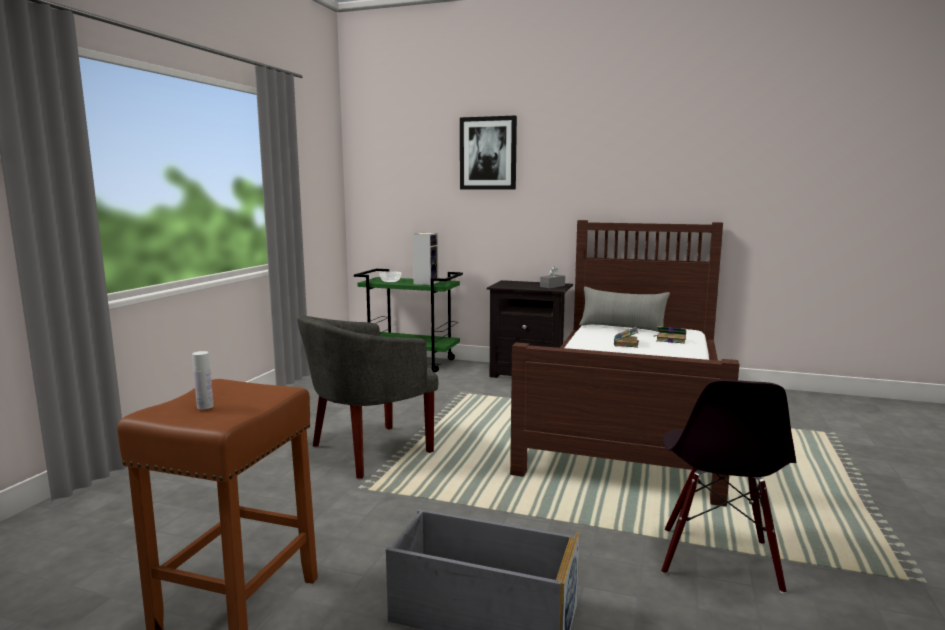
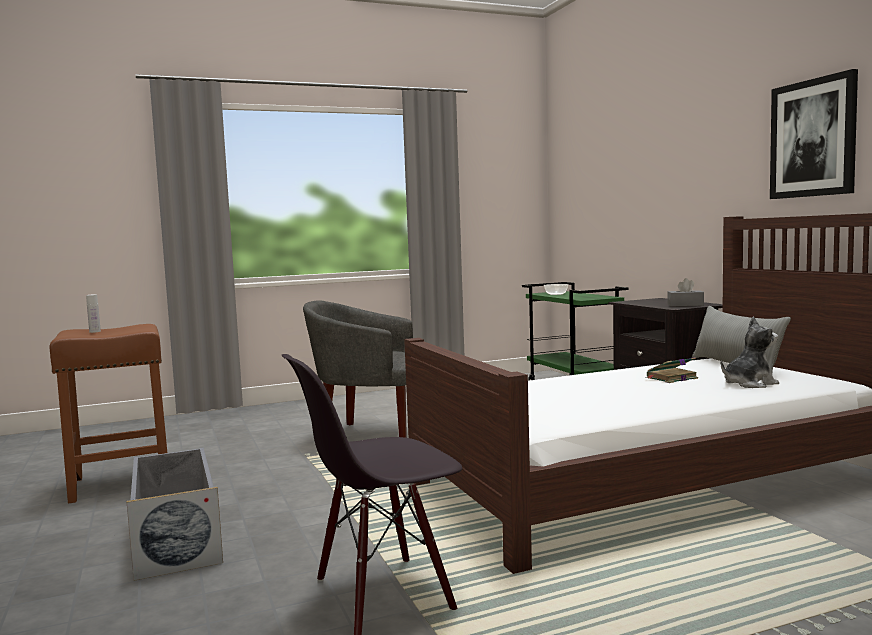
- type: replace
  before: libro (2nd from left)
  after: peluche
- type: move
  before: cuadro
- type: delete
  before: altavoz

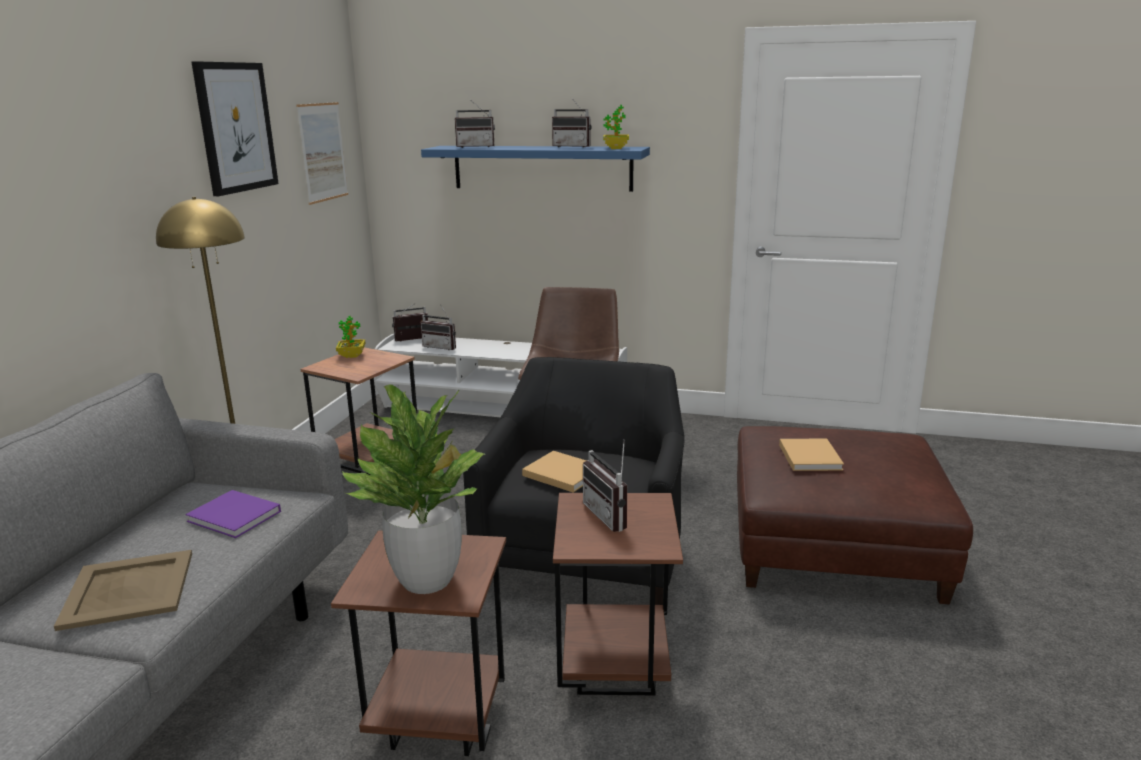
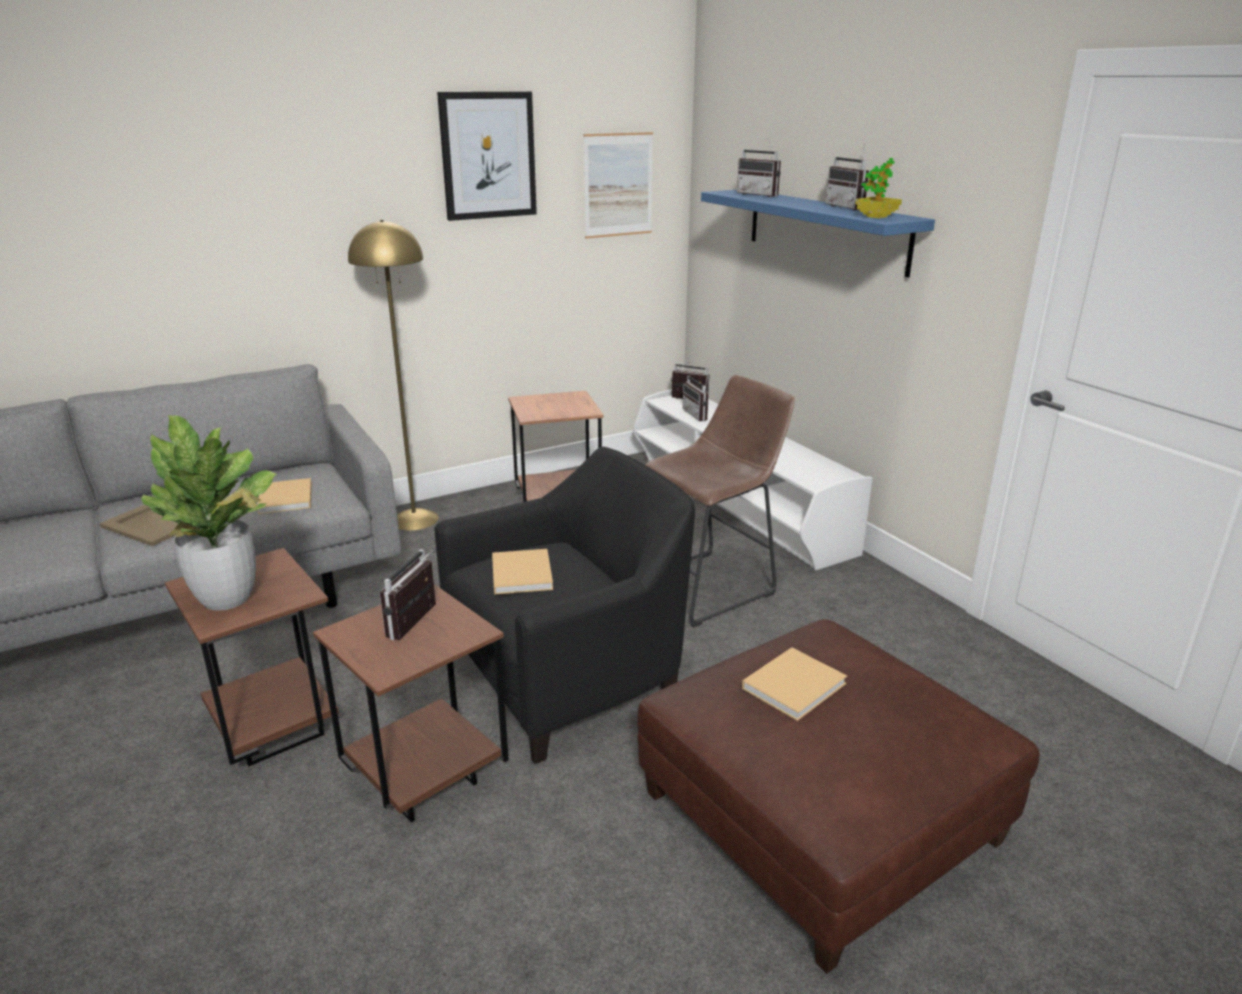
- type: recolor
  before: libro [morado]
  after: libro [beis] (1st from left)
- type: delete
  before: planta en maceta (1st from left)

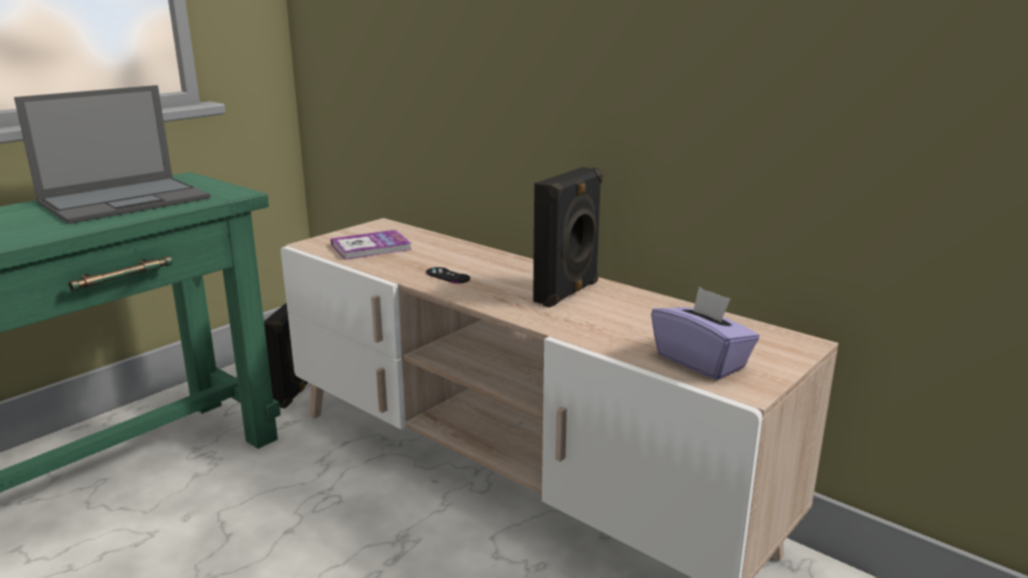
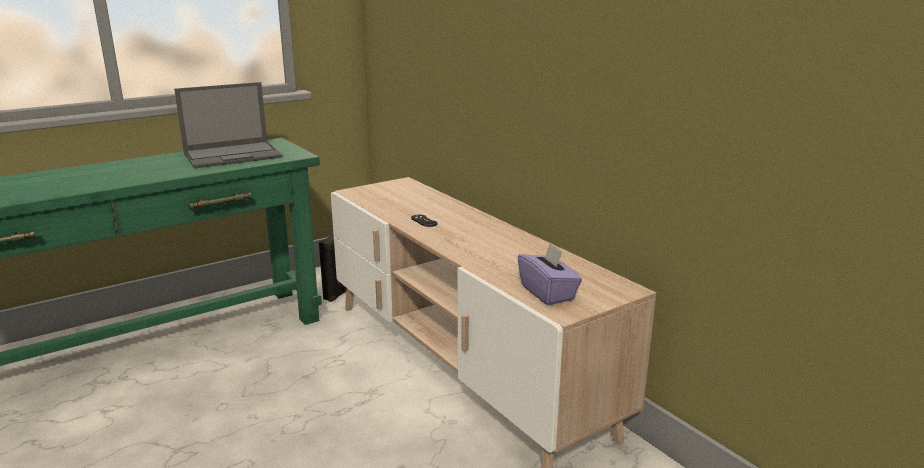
- type: delete
  before: libro
- type: delete
  before: altavoz [negro] (2nd from left)

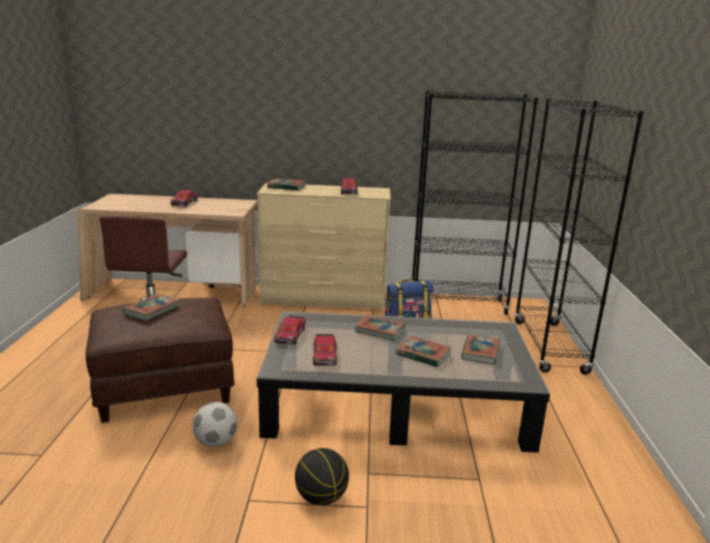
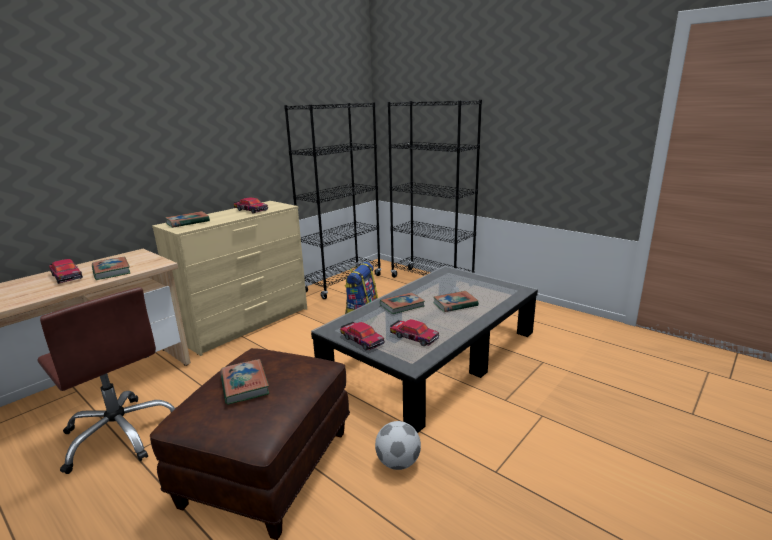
- type: move
  before: libro (5th from left in the first image)
  after: libro (1st from left)
- type: delete
  before: balón de baloncesto

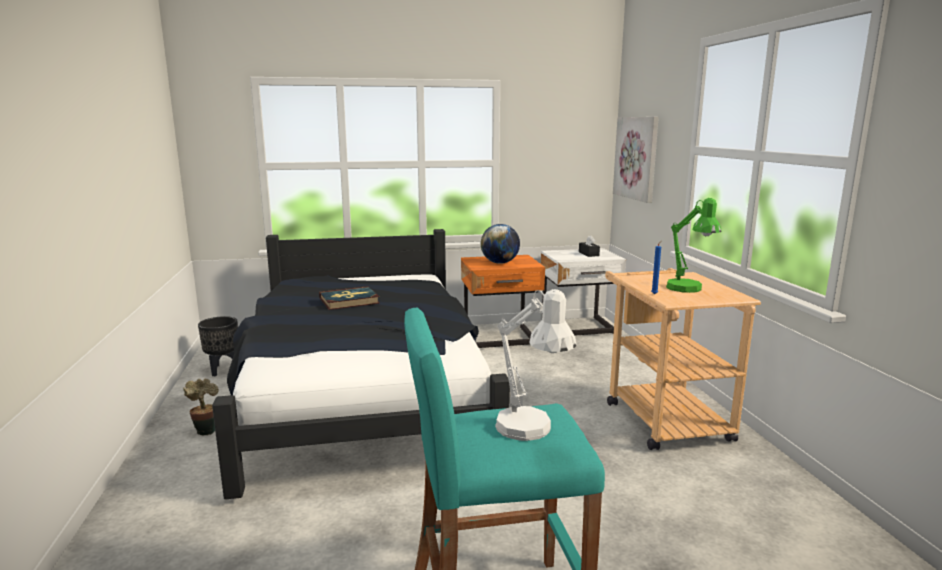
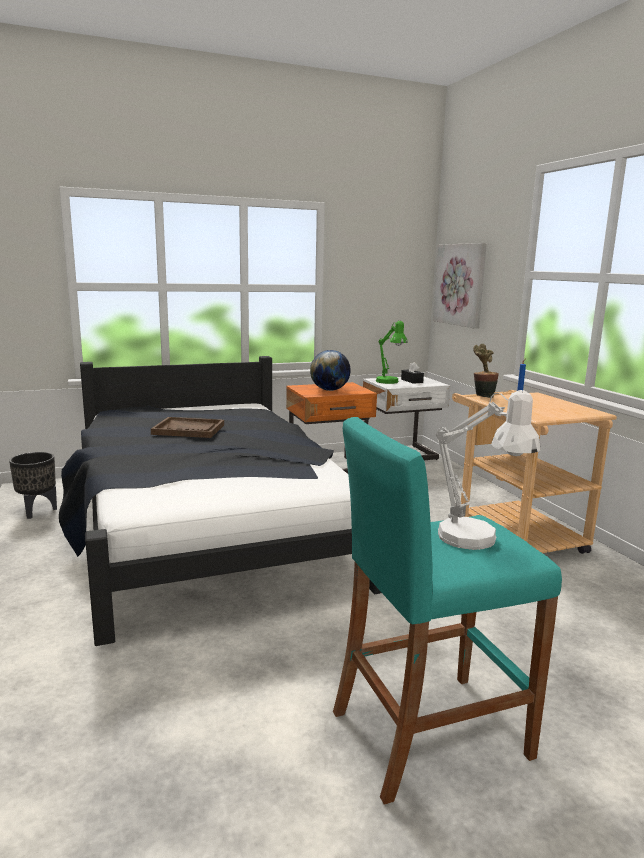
- type: replace
  before: libro
  after: bandeja [marrón]
- type: move
  before: lámpara de mesa [verde]
- type: move
  before: planta en maceta

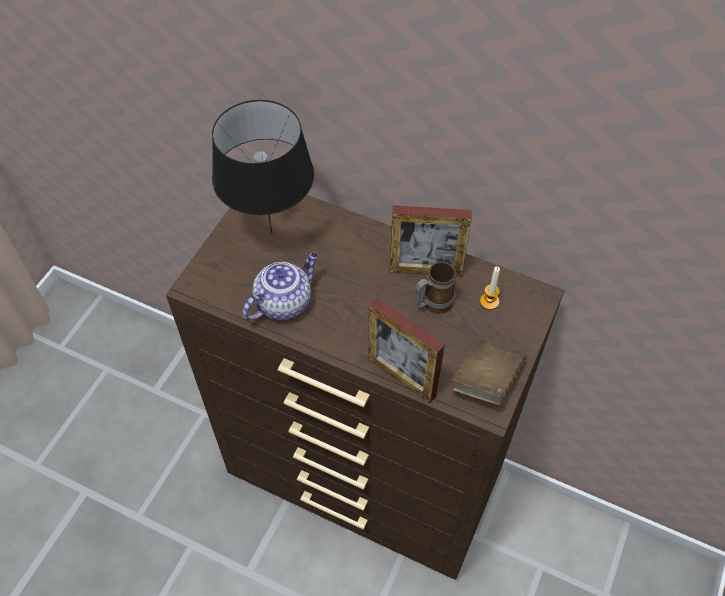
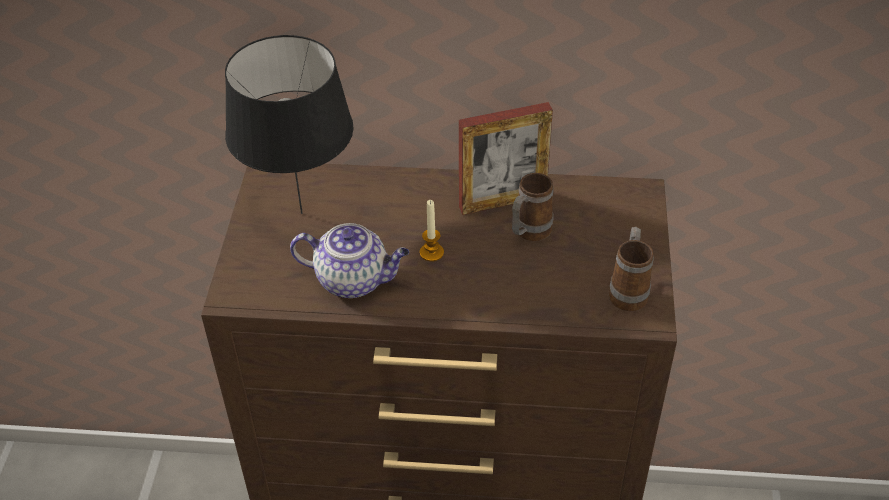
- type: rotate
  before: tetera
  turn: 75
- type: move
  before: vela
- type: replace
  before: libro [marrón]
  after: taza grande (2nd from left)
- type: delete
  before: portarretratos (1st from left)

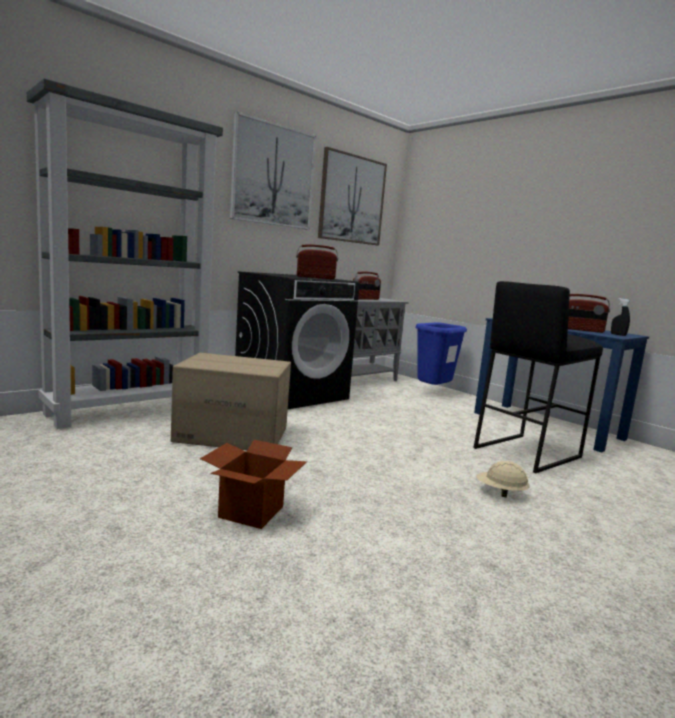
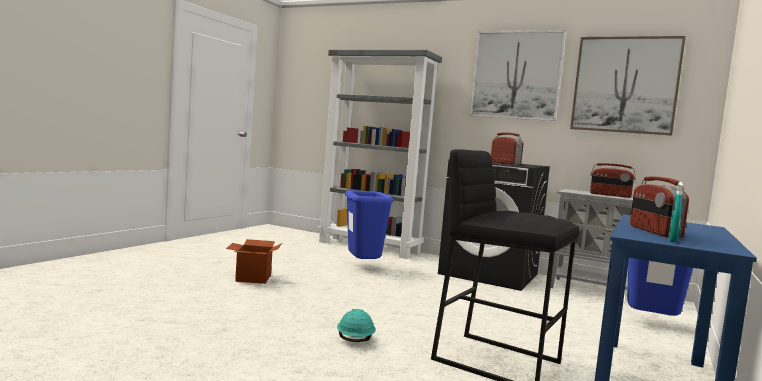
- type: recolor
  before: casco [beis]
  after: casco [turquesa]
- type: replace
  before: caja de cartón (1st from left)
  after: papelera [azul] (1st from left)
- type: recolor
  before: pulverizador [negro]
  after: pulverizador [turquesa]

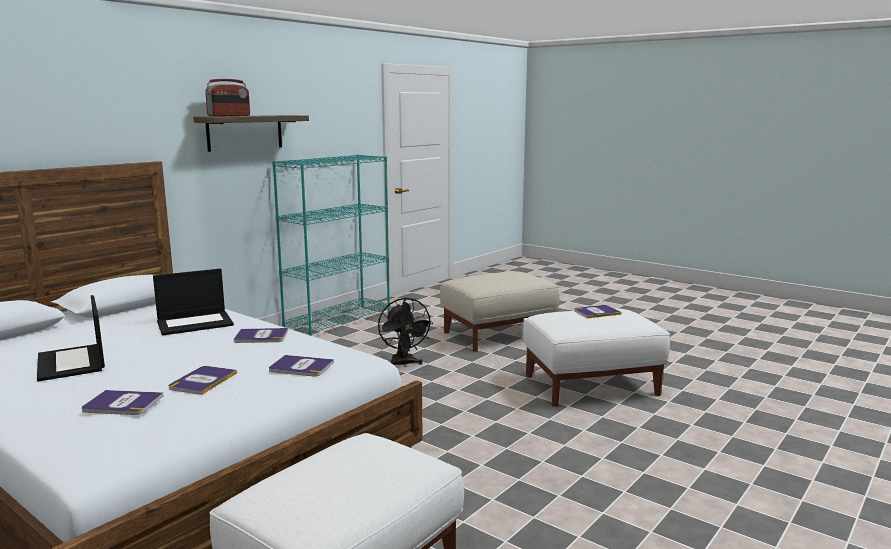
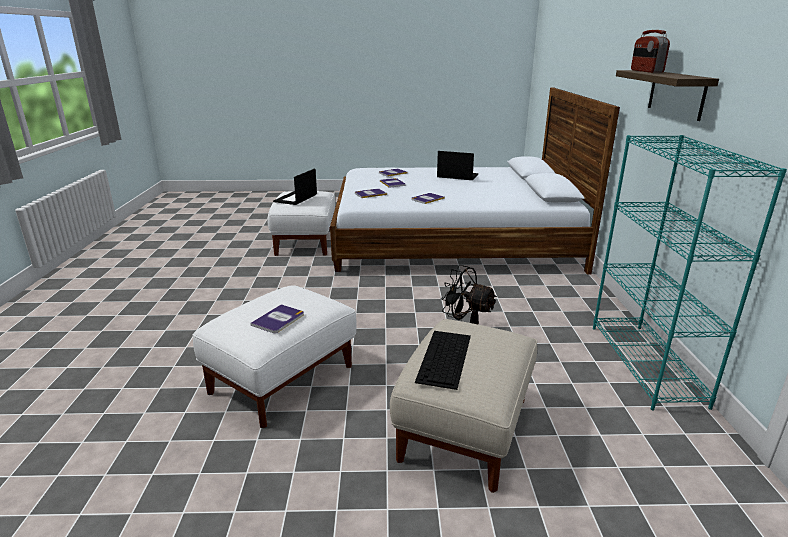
- type: move
  before: portátil (2nd from left in the first image)
  after: portátil (1st from left)
- type: insert
  after: teclado

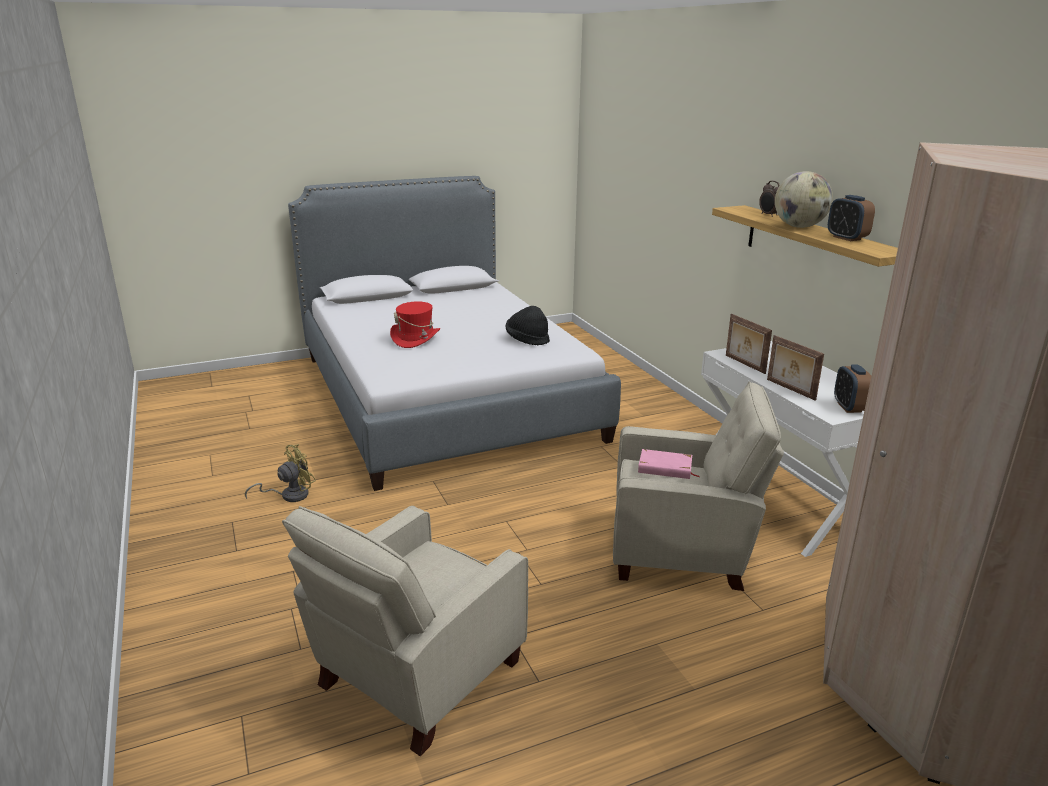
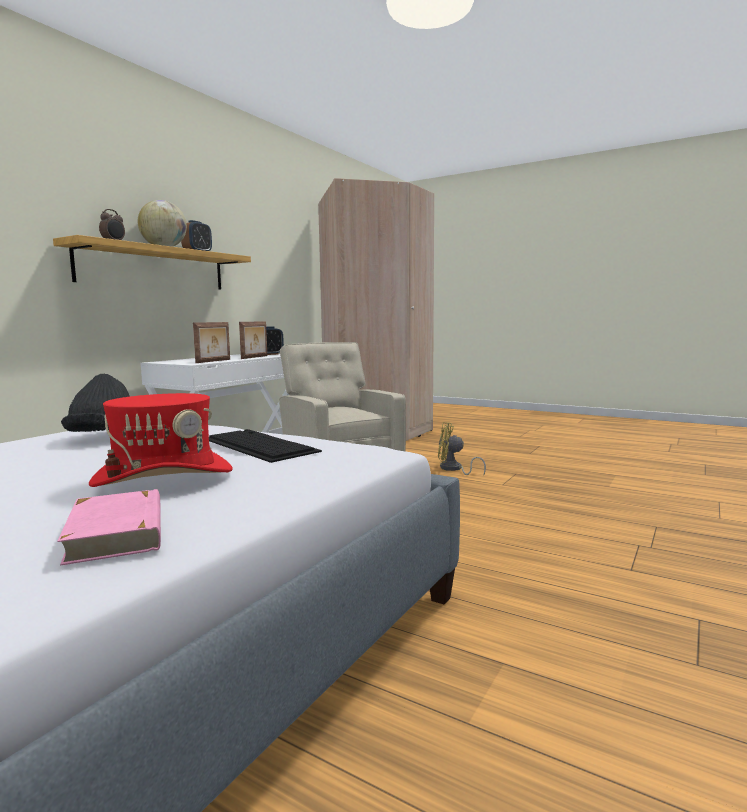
- type: move
  before: libro [rosa]
- type: insert
  after: teclado
- type: move
  before: ventilador [amarillo]
- type: delete
  before: sillón [beis] (1st from left)

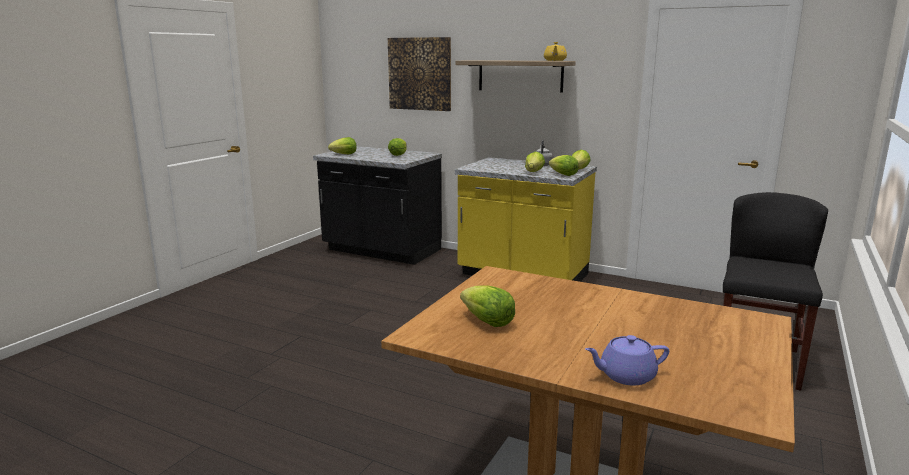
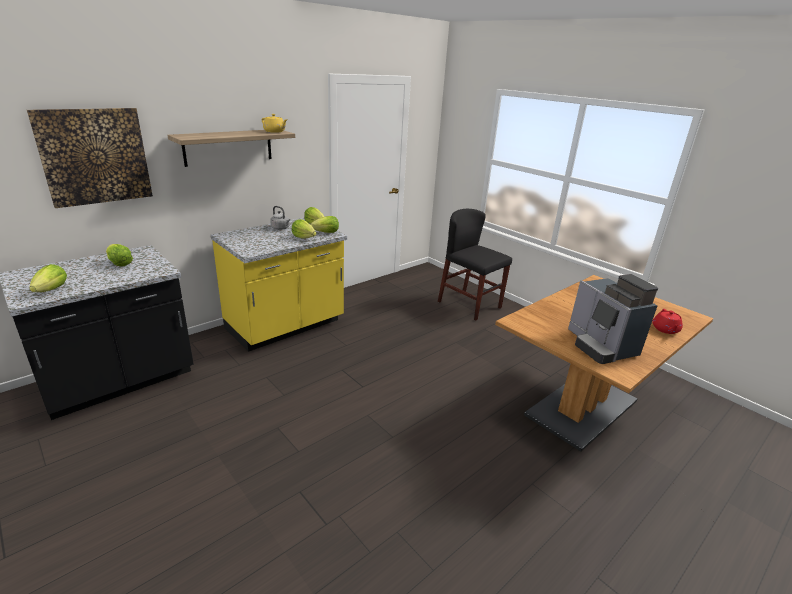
- type: replace
  before: lechuga (3rd from left)
  after: cafetera
- type: recolor
  before: tetera [morado]
  after: tetera [rojo]

